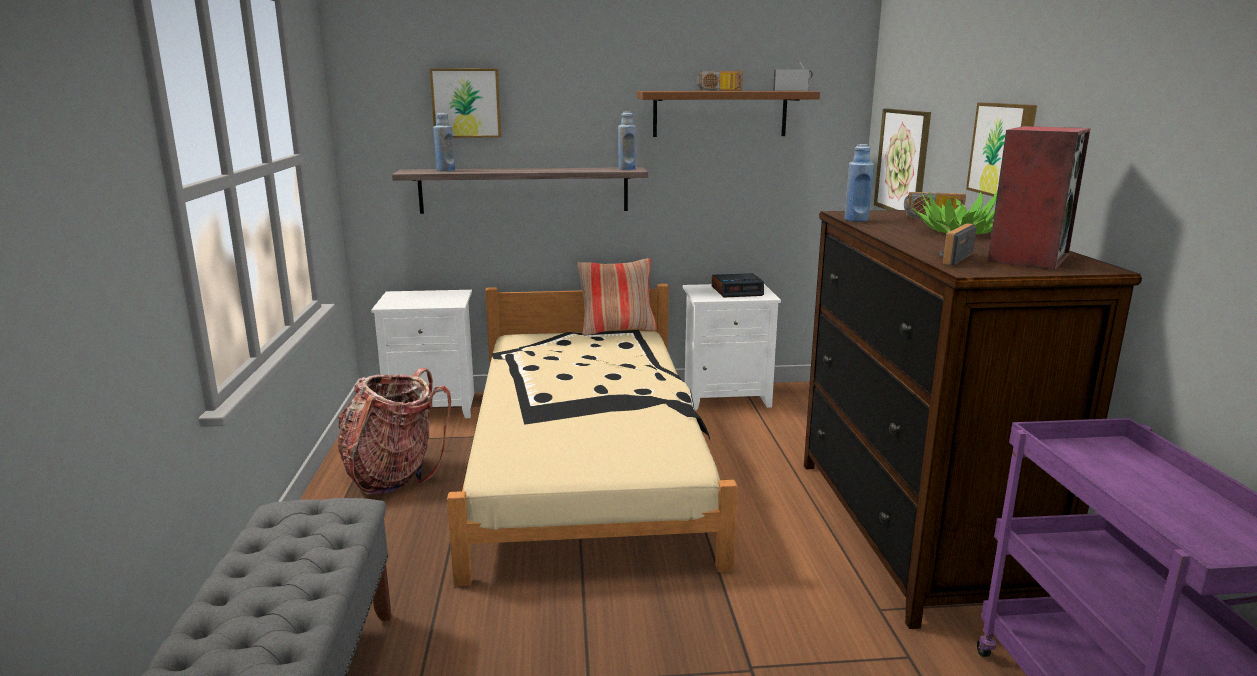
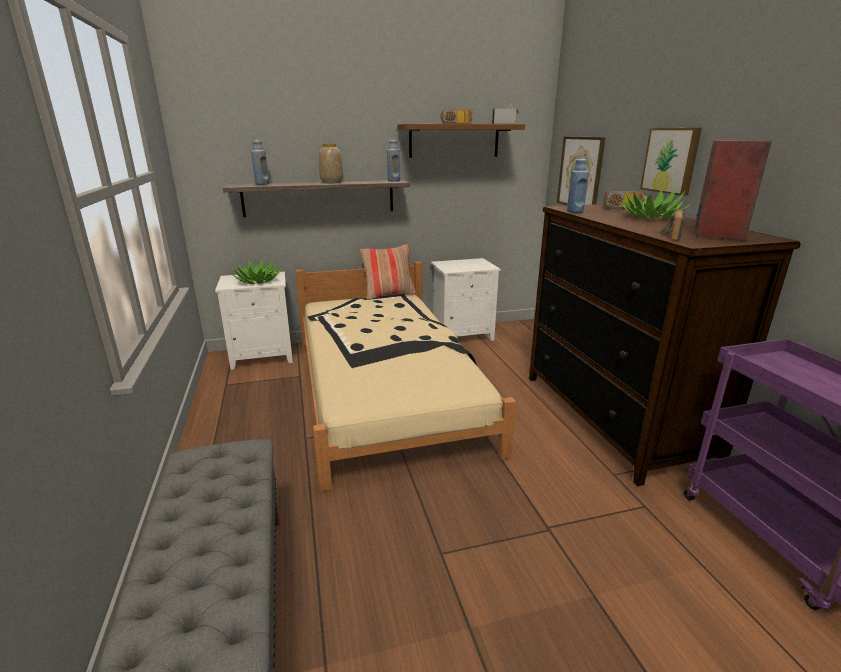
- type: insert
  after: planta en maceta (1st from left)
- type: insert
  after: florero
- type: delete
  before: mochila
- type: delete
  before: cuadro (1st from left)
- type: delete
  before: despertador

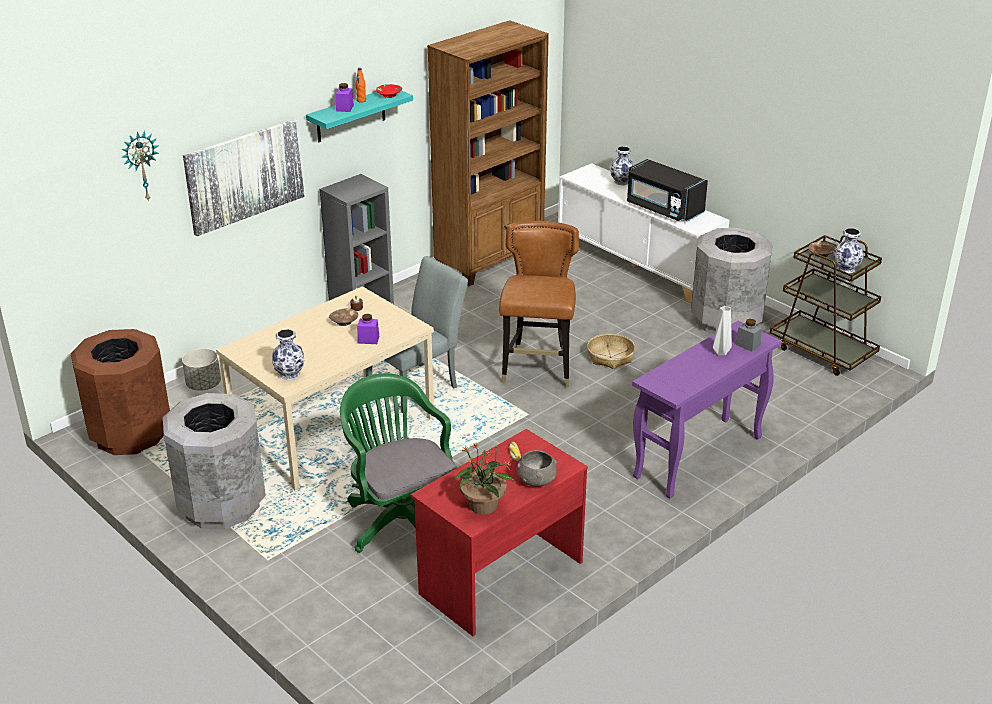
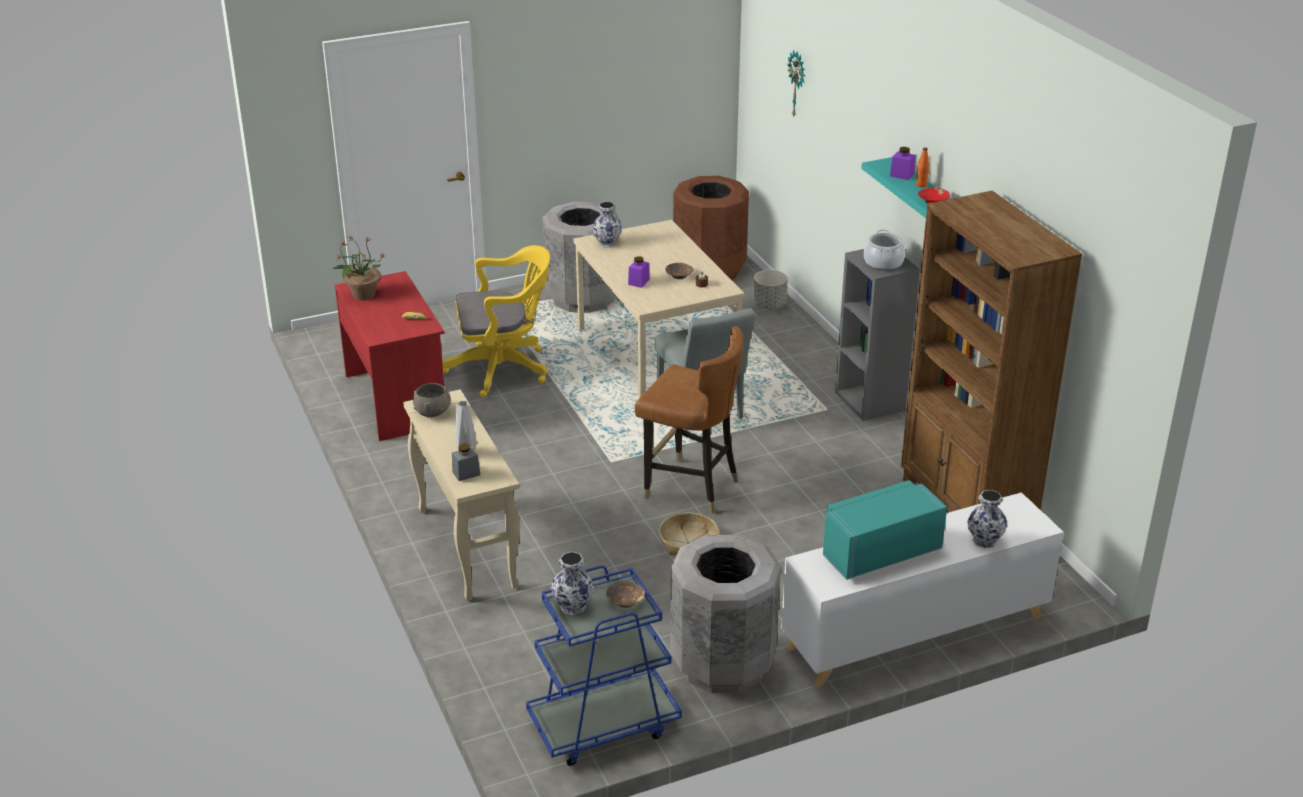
- type: recolor
  before: mesa consola [morado]
  after: mesa consola [beis]
- type: move
  before: cuenco [gris]
- type: recolor
  before: silla de oficina [verde]
  after: silla de oficina [amarillo]
- type: recolor
  before: carrito [marrón]
  after: carrito [azul]
- type: recolor
  before: microondas [negro]
  after: microondas [turquesa]
- type: insert
  after: olla
- type: delete
  before: cuadro

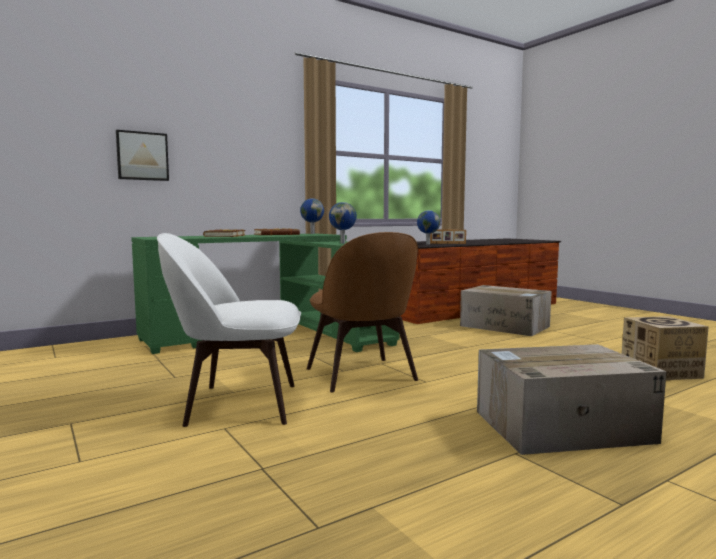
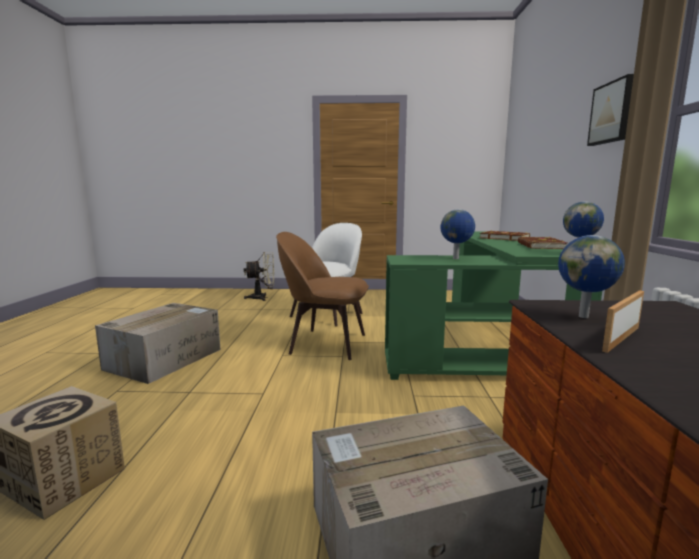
- type: insert
  after: ventilador [beis]
- type: move
  before: cuadro

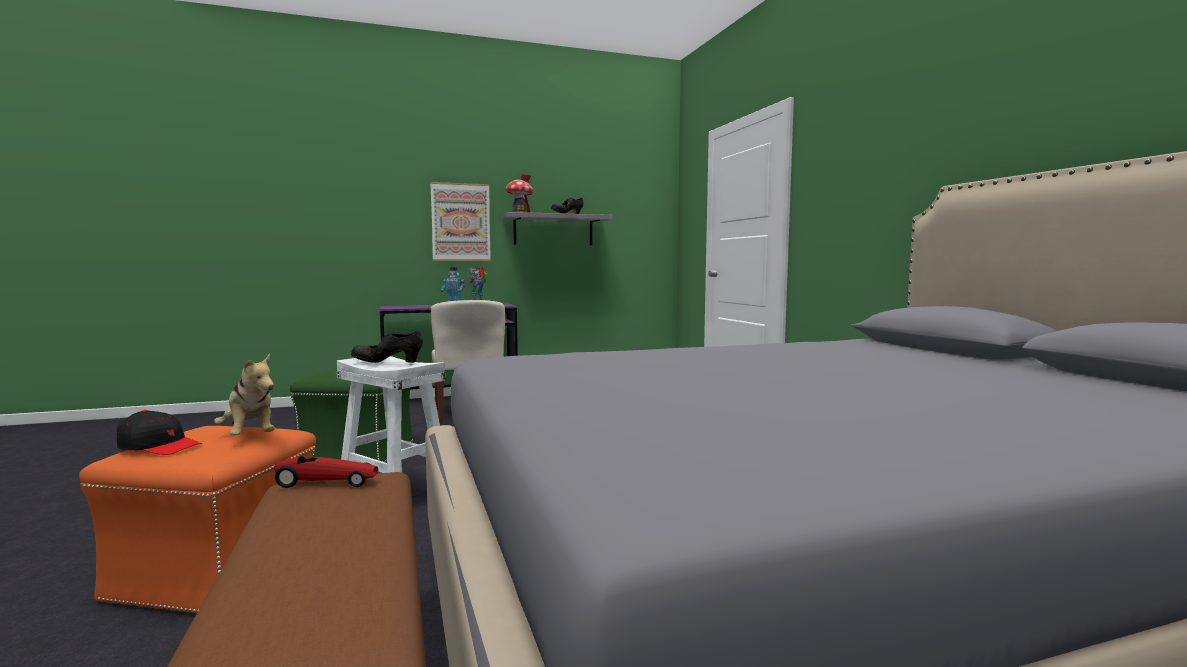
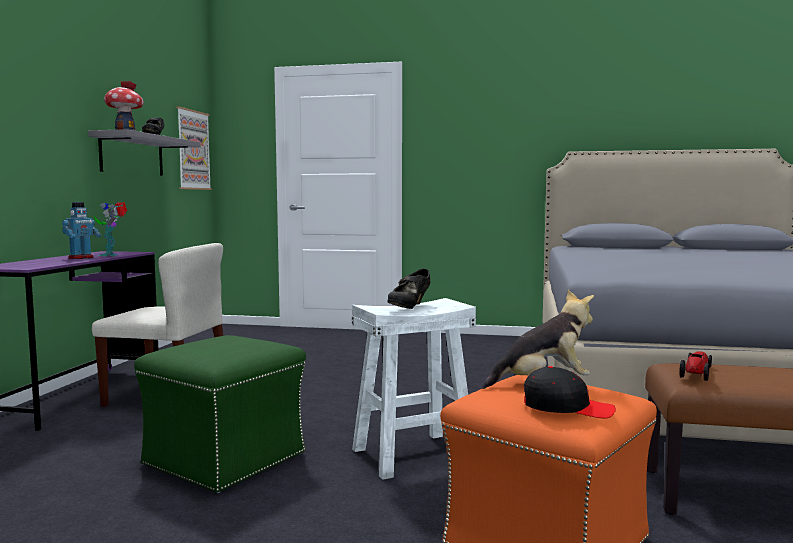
- type: move
  before: cuadro
- type: rotate
  before: gorra [negro]
  turn: 60

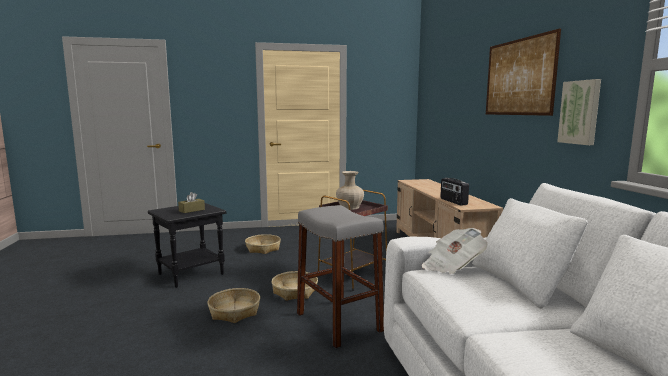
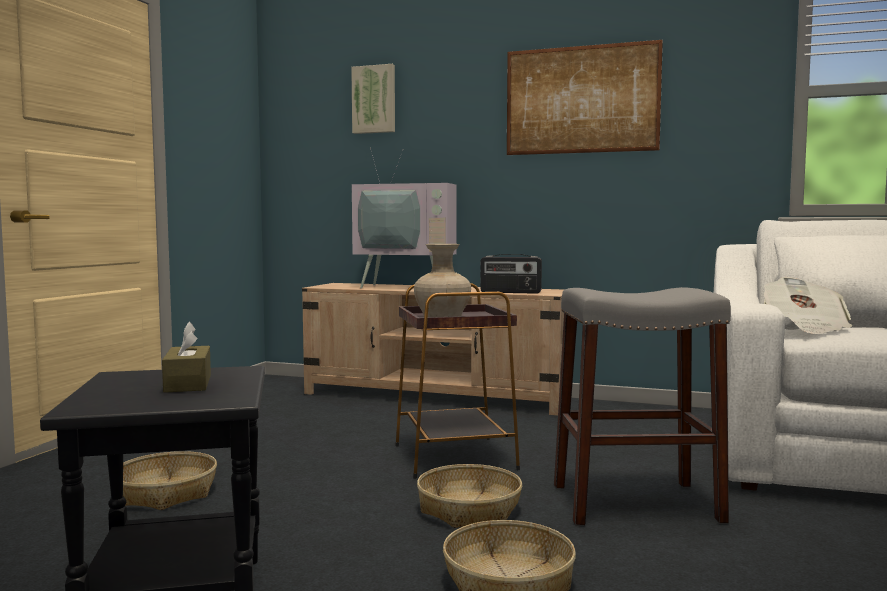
- type: move
  before: cuadro (2nd from left in the first image)
  after: cuadro (1st from left)
- type: insert
  after: televisor

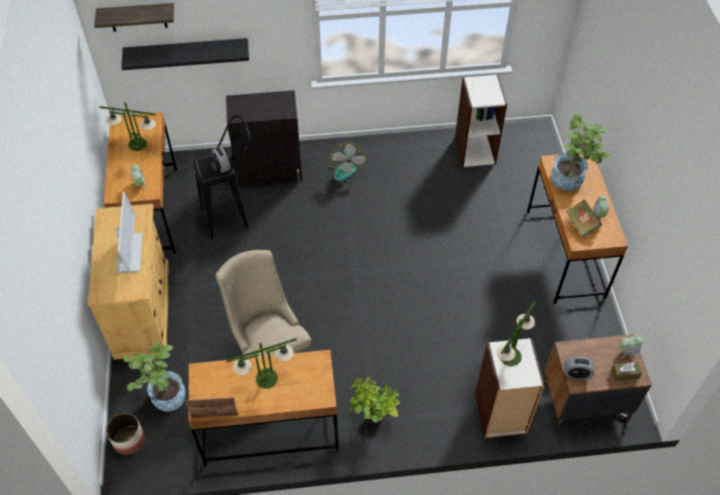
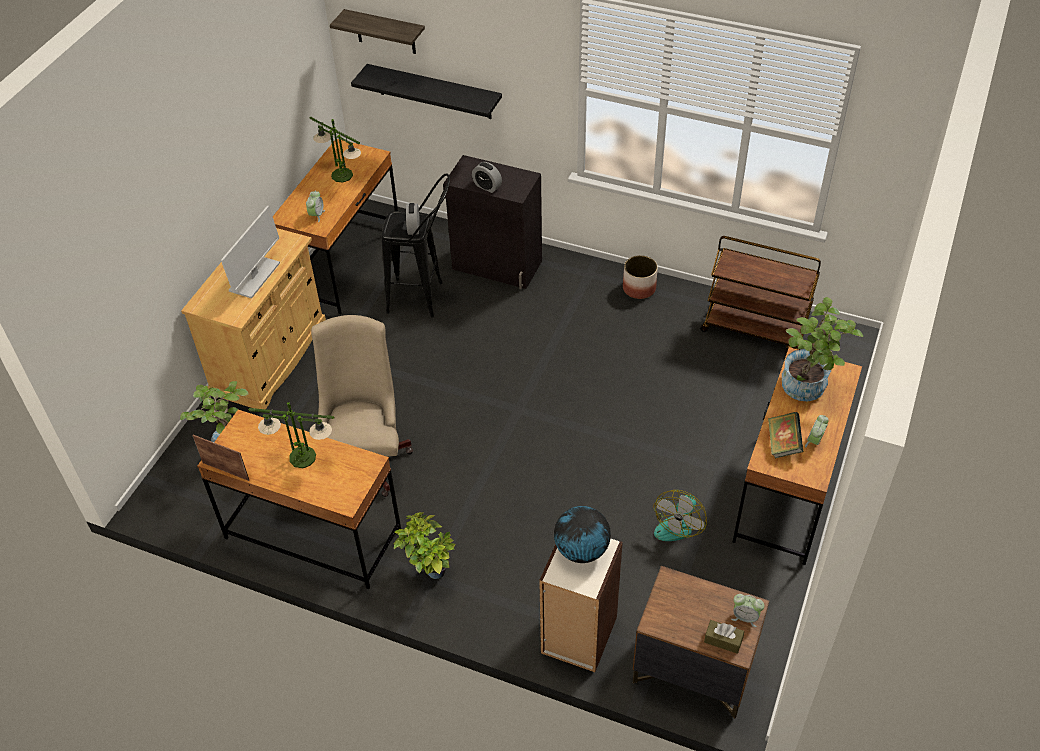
- type: move
  before: despertador (3rd from left)
- type: replace
  before: lámpara de mesa (3rd from left)
  after: globo terráqueo
- type: move
  before: maceta
- type: move
  before: ventilador
- type: replace
  before: estantería (1st from left)
  after: carrito [marrón]

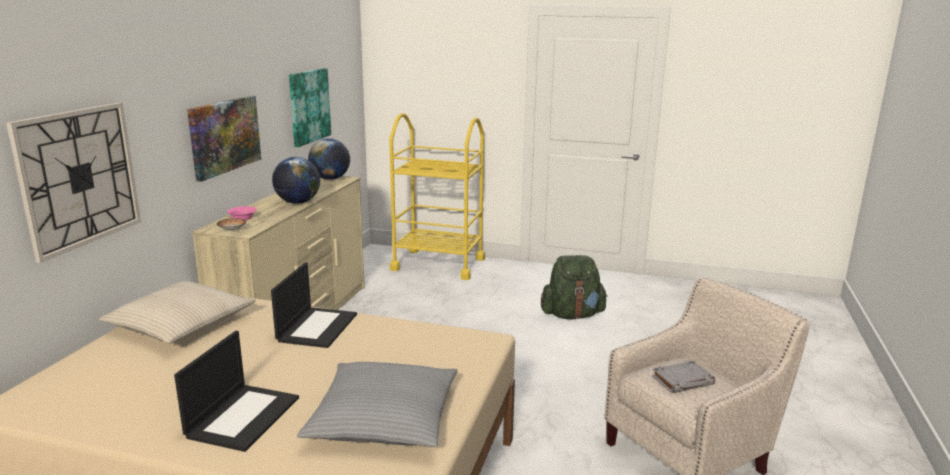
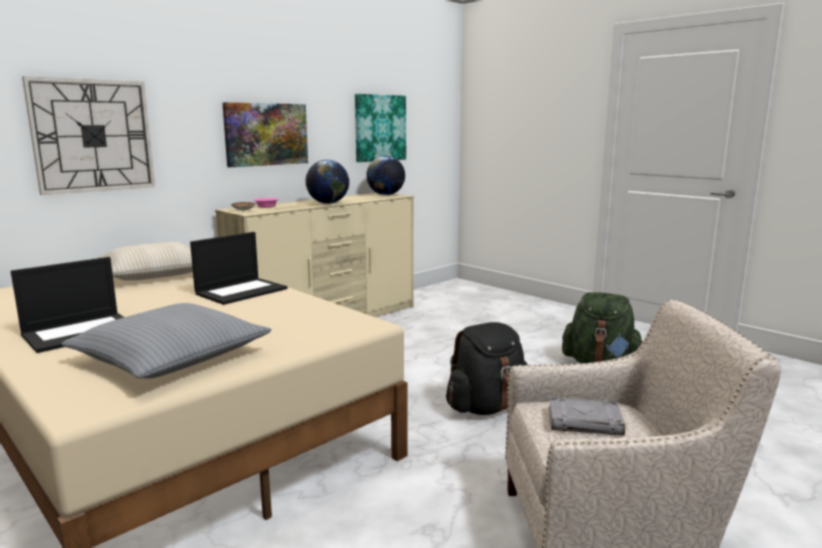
- type: insert
  after: mochila [negro]
- type: delete
  before: carrito [amarillo]

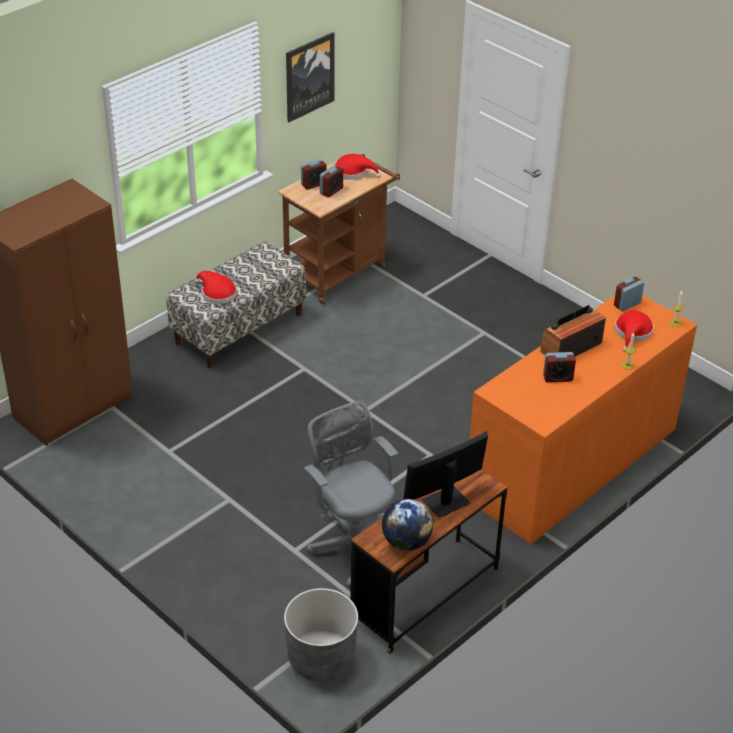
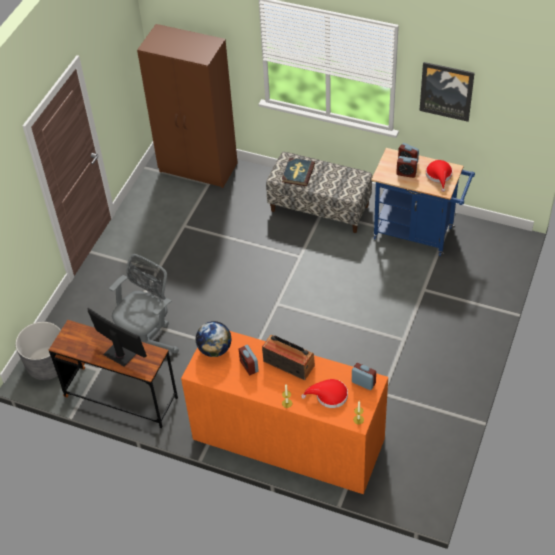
- type: move
  before: globo terráqueo
- type: replace
  before: sombrero [rojo] (1st from left)
  after: libro
- type: recolor
  before: carrito [marrón]
  after: carrito [azul]

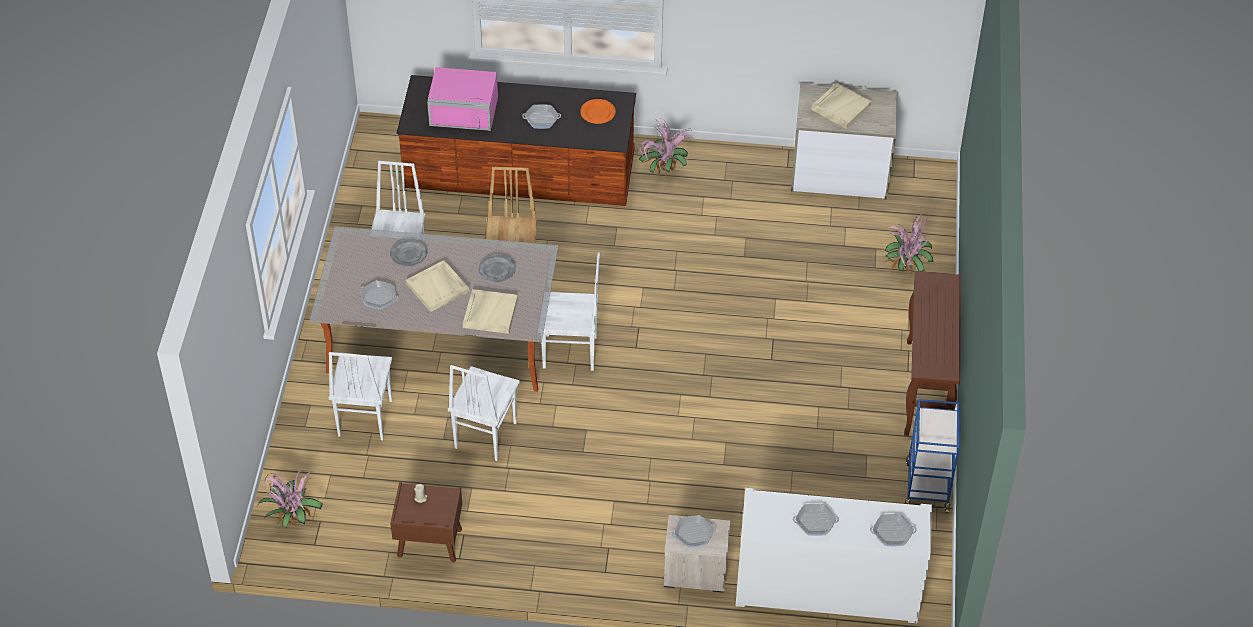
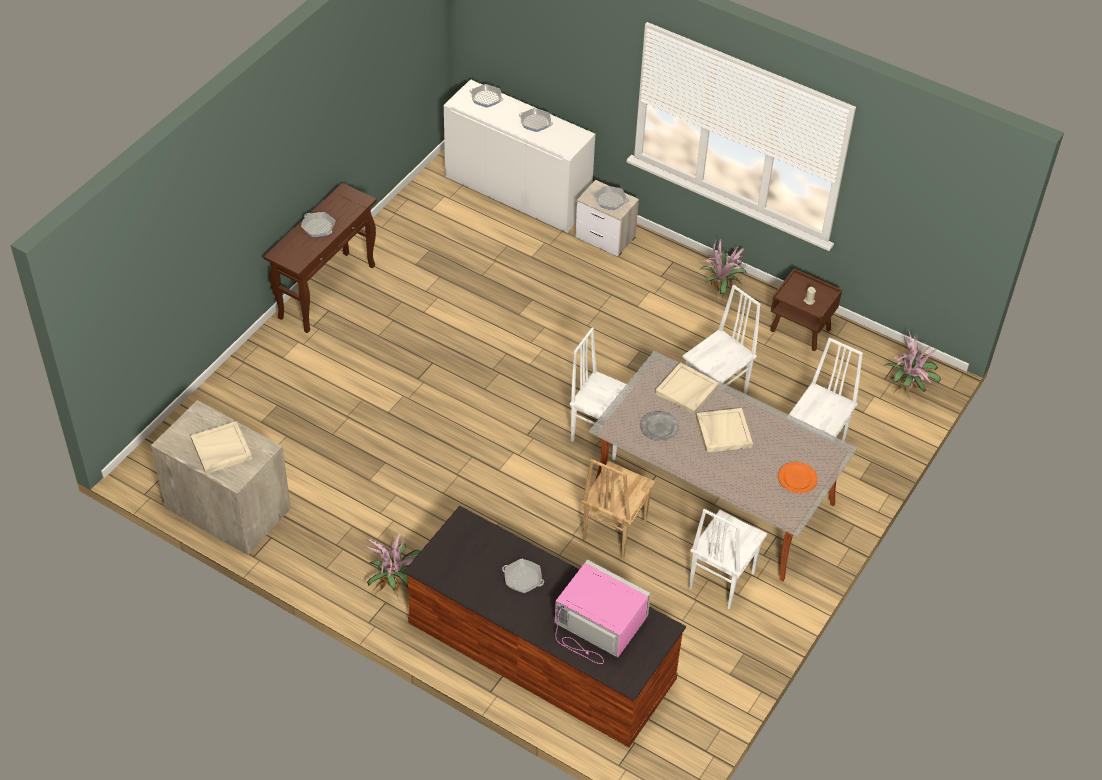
- type: move
  before: sartén (1st from left)
- type: move
  before: planta en maceta (3rd from left in the first image)
  after: planta en maceta (2nd from left)
- type: move
  before: plato [naranja]
- type: delete
  before: plato [gris] (1st from left)
- type: delete
  before: carrito [azul]

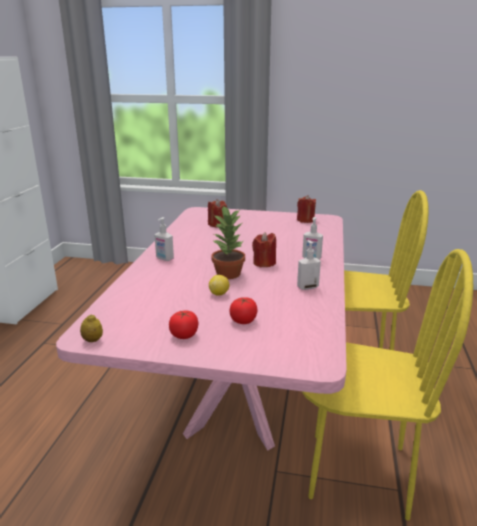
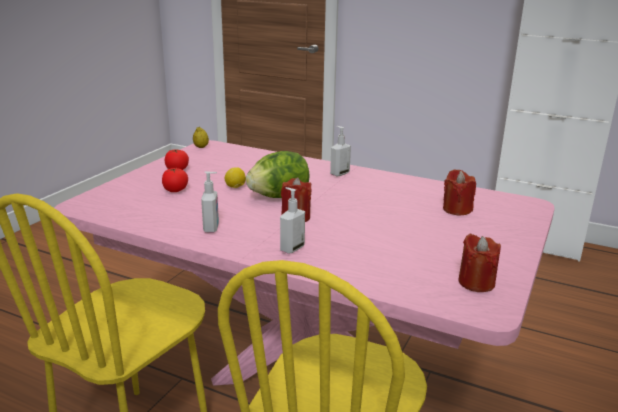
- type: replace
  before: planta en maceta
  after: lechuga

